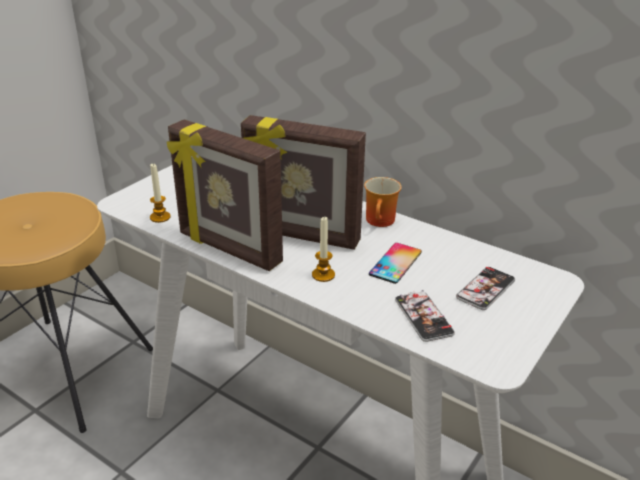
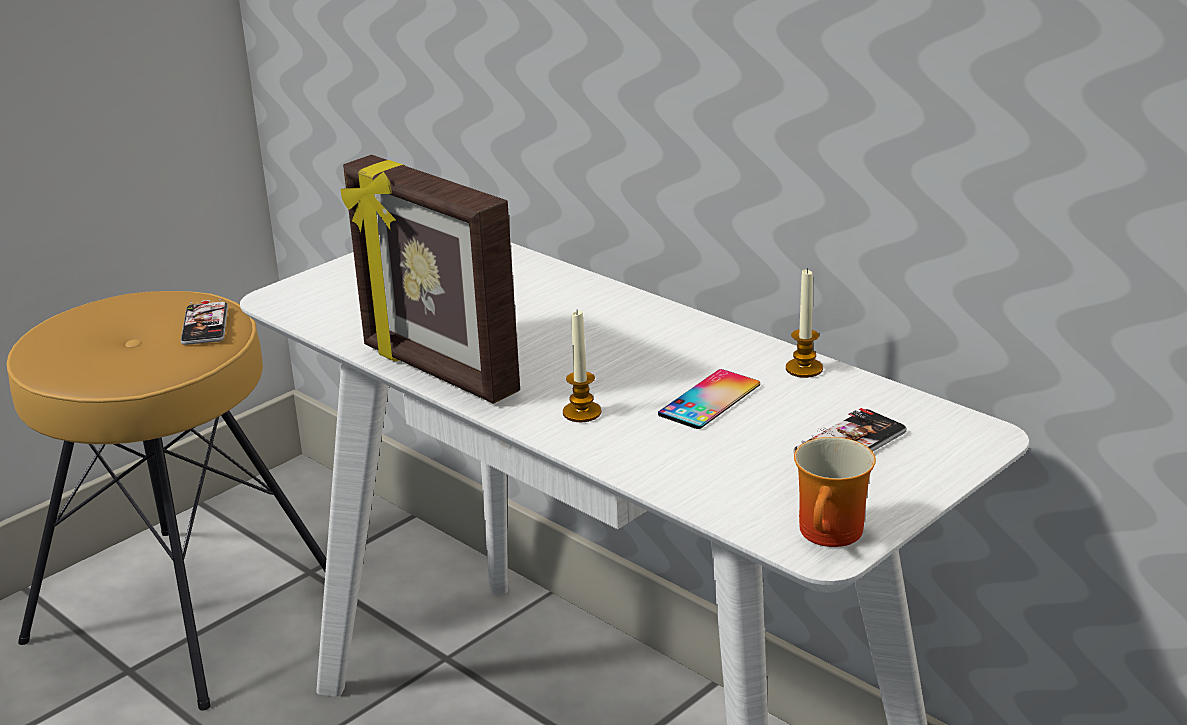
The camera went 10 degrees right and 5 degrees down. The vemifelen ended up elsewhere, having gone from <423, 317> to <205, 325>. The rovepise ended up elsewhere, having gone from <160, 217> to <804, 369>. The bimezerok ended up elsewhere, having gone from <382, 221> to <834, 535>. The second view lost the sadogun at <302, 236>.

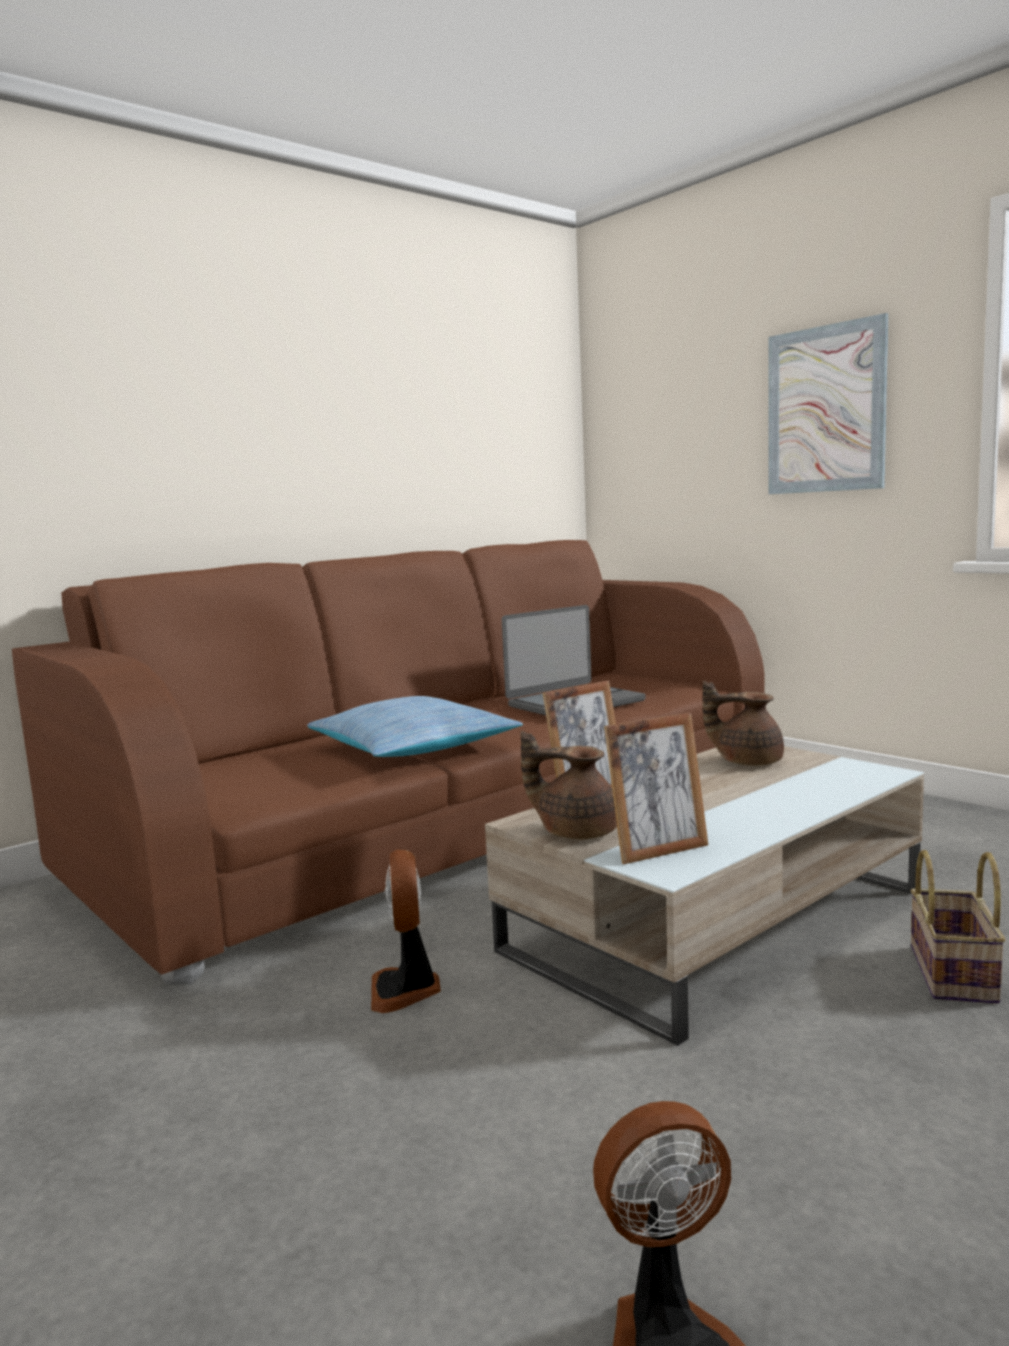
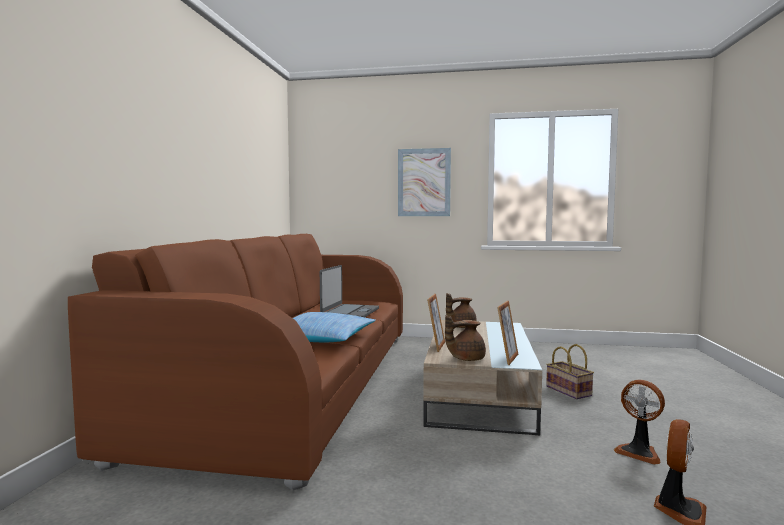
The camera went 40 degrees left and 5 degrees down. The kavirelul ended up elsewhere, having gone from <406, 990> to <639, 452>.

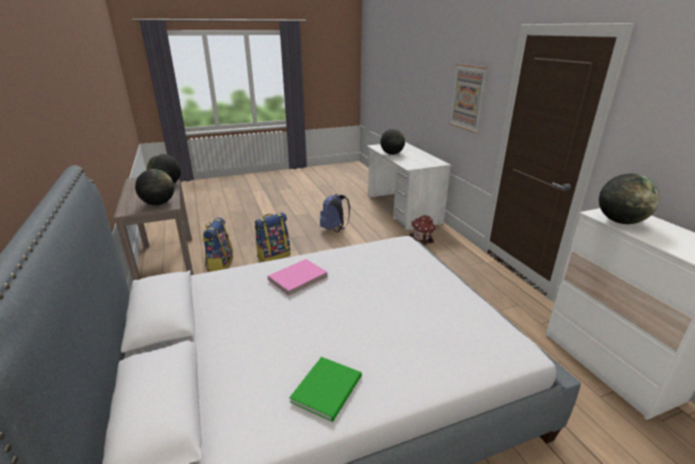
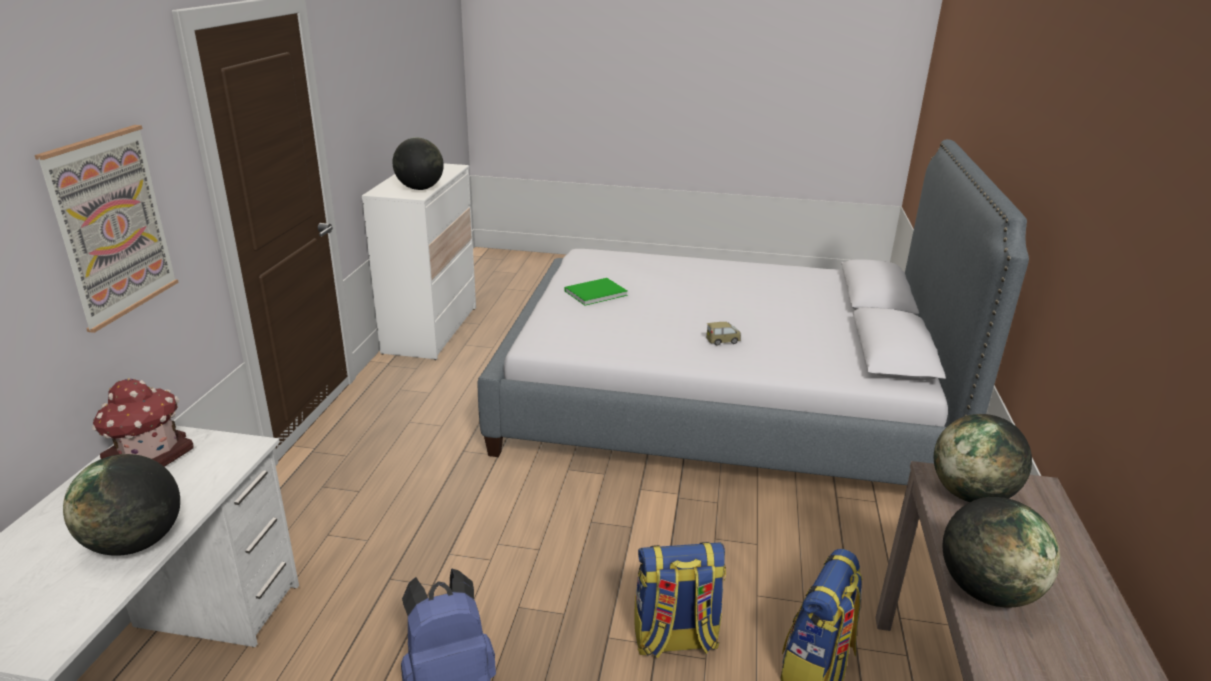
The camera went 150 degrees left and 0 degrees up. The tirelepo ended up elsewhere, having gone from <422, 239> to <148, 455>. The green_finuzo ended up elsewhere, having gone from <329, 388> to <593, 293>. Where the pink_finuzo stood at <298, 279>, the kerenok came to stand at <723, 341>.

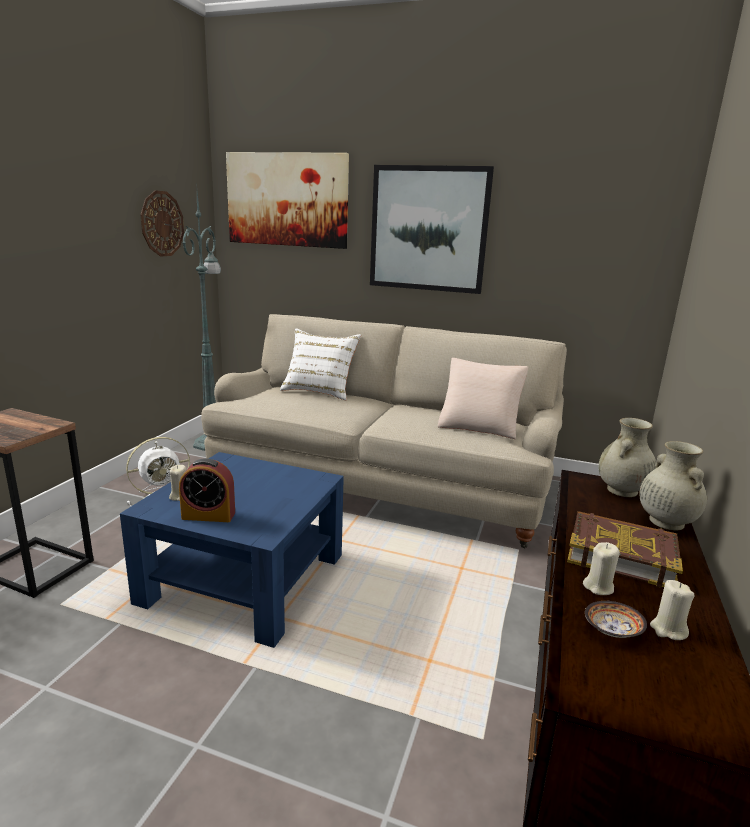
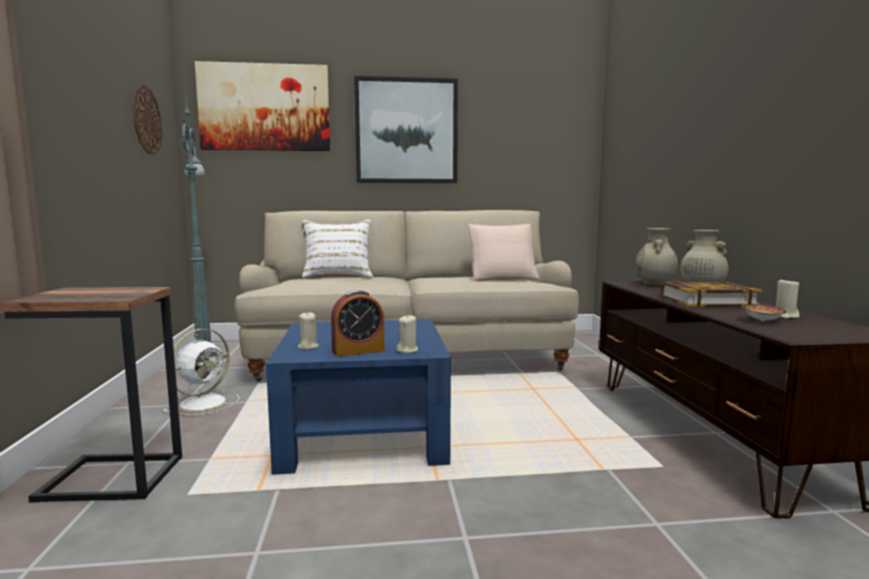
The camera went 25 degrees left and 10 degrees down. The beige_rovepise ended up elsewhere, having gone from <598, 587> to <407, 350>.

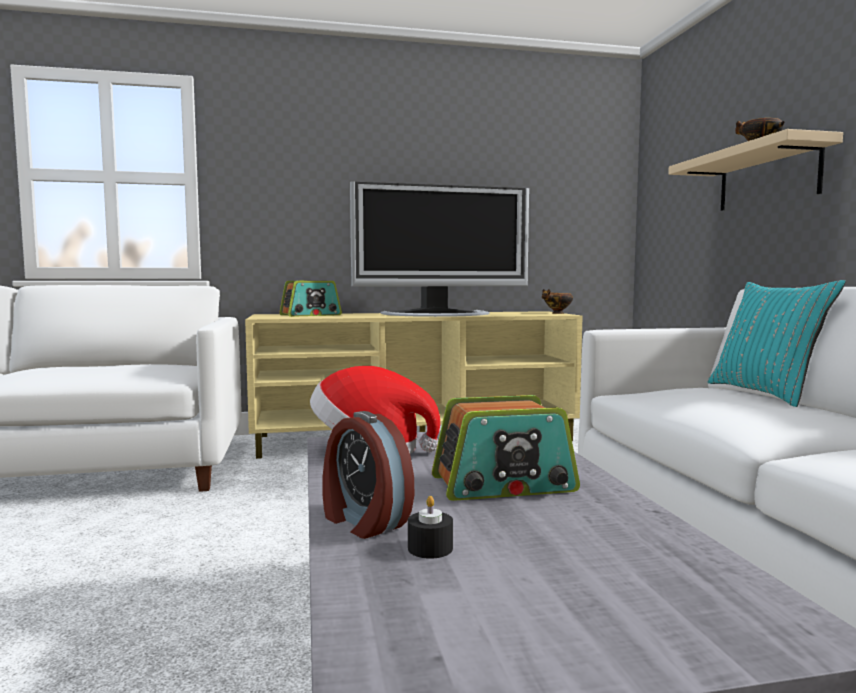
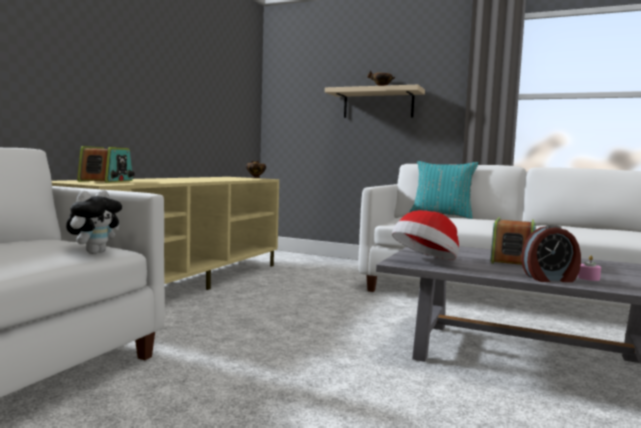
The camera went 55 degrees left and 0 degrees up. The second view gained the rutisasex at <95, 252>. What was the black_rovepise at <430, 548> turned into the pink_rovepise at <588, 278>. The second view lost the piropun at <439, 314>.

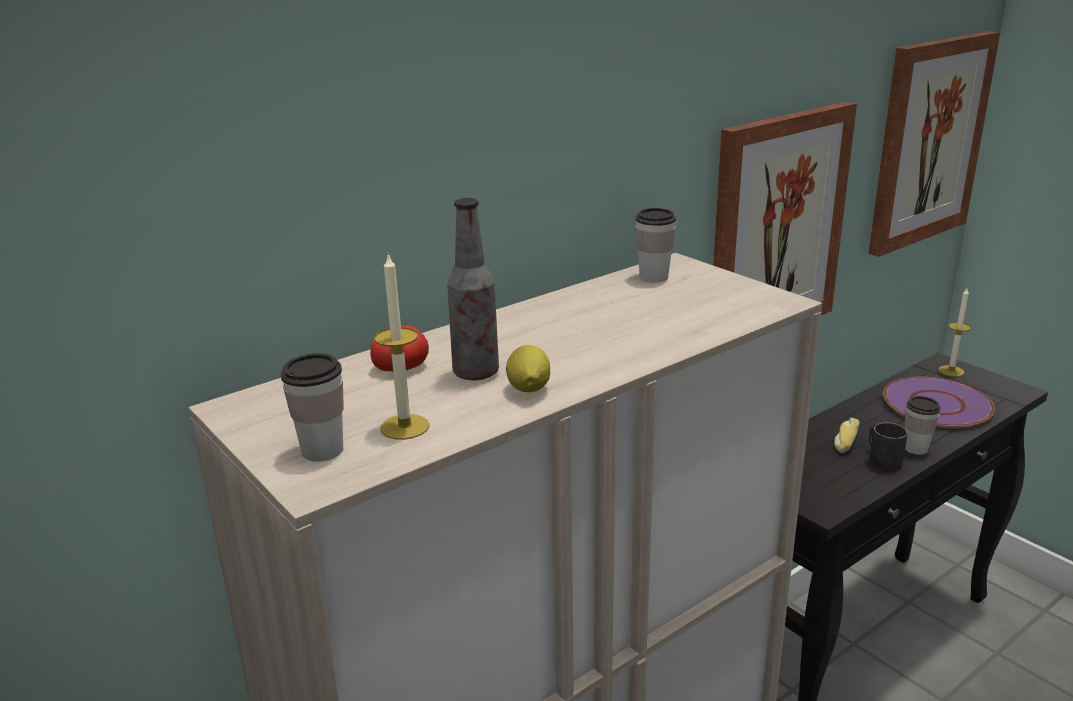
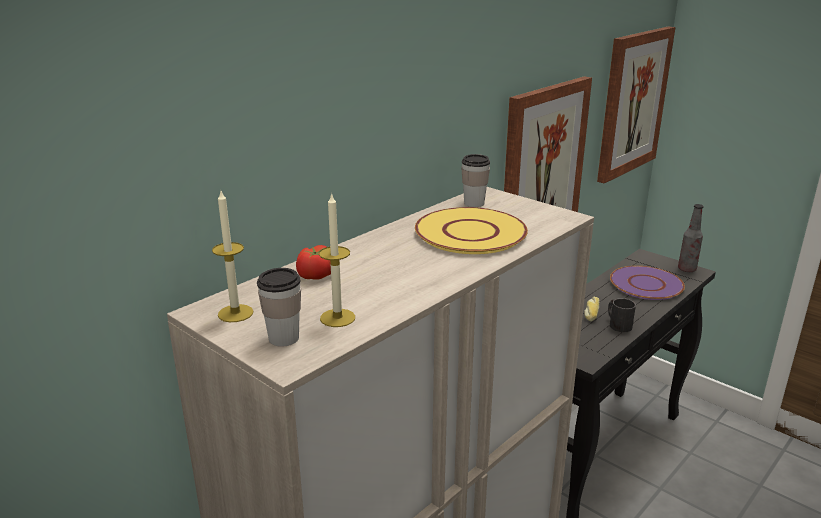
The camera went 10 degrees left and 0 degrees up. The rovepise ended up elsewhere, having gone from <951, 371> to <235, 313>. The second view gained the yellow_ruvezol at <470, 232>. The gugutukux ended up elsewhere, having gone from <476, 373> to <686, 269>. The second view lost the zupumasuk at <528, 390>. The second view lost the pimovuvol at <916, 448>.

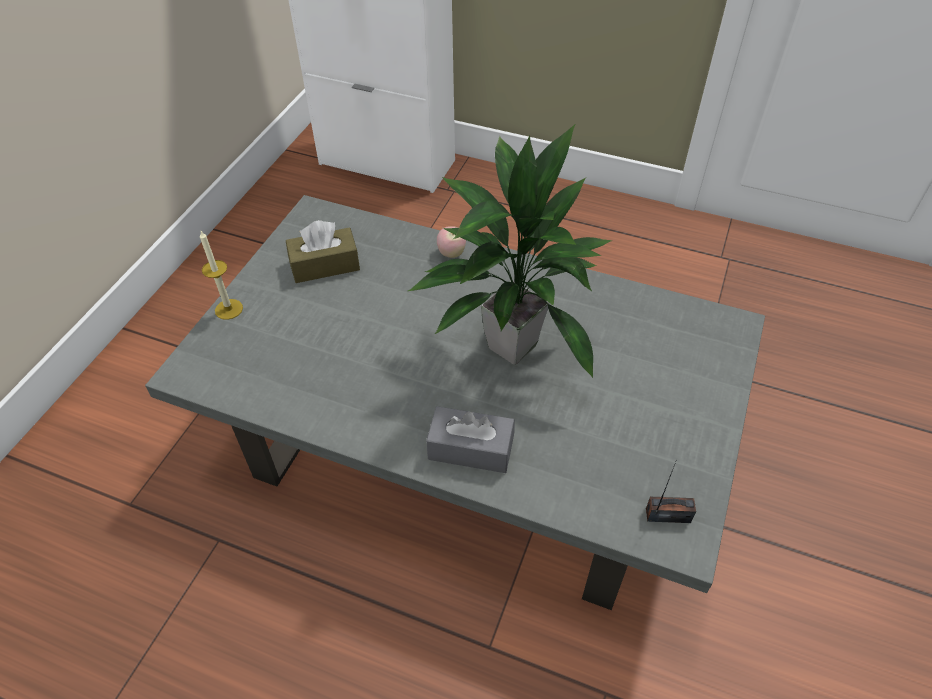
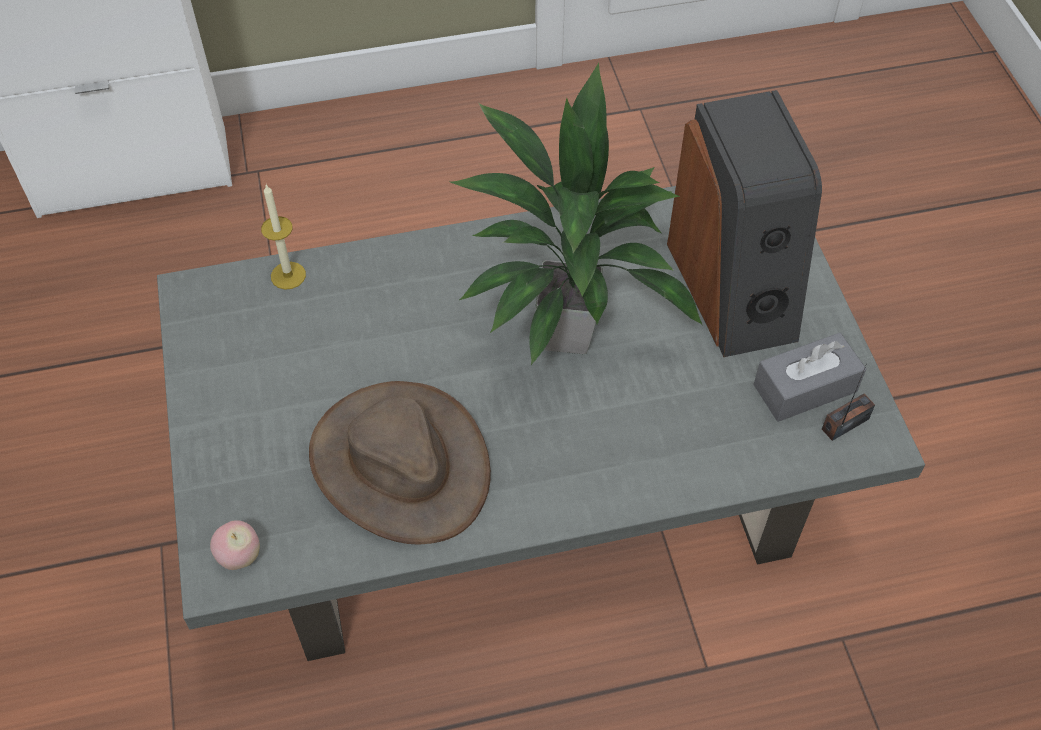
The camera went 35 degrees left and 5 degrees up. The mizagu ended up elsewhere, having gone from <451, 253> to <240, 557>. The rovepise ended up elsewhere, having gone from <229, 309> to <288, 275>. The second view gained the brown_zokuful at <399, 464>. The second view gained the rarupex at <734, 288>. The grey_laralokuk ended up elsewhere, having gone from <470, 449> to <805, 388>. The second view lost the brown_laralokuk at <325, 265>.

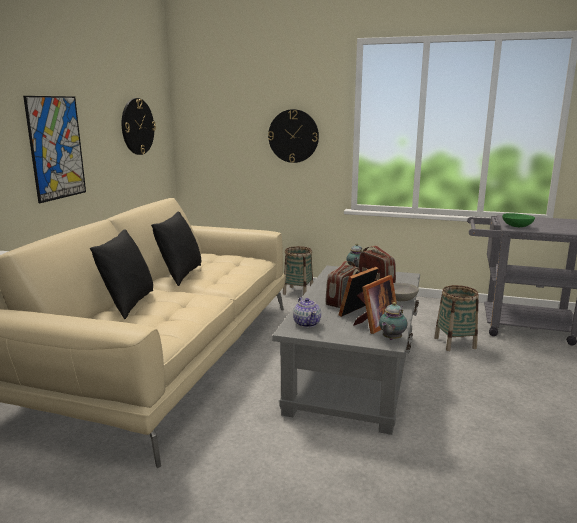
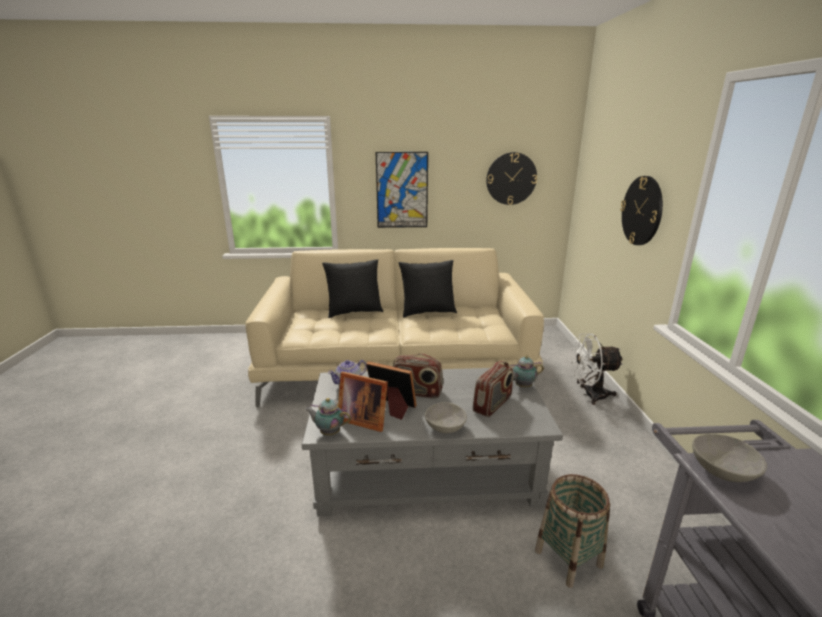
The camera went 70 degrees right and 5 degrees up. Where the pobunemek stood at <298, 292>, the white_kavirelul came to stand at <589, 395>. What was the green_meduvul at <516, 226> turned into the grey_meduvul at <722, 471>.

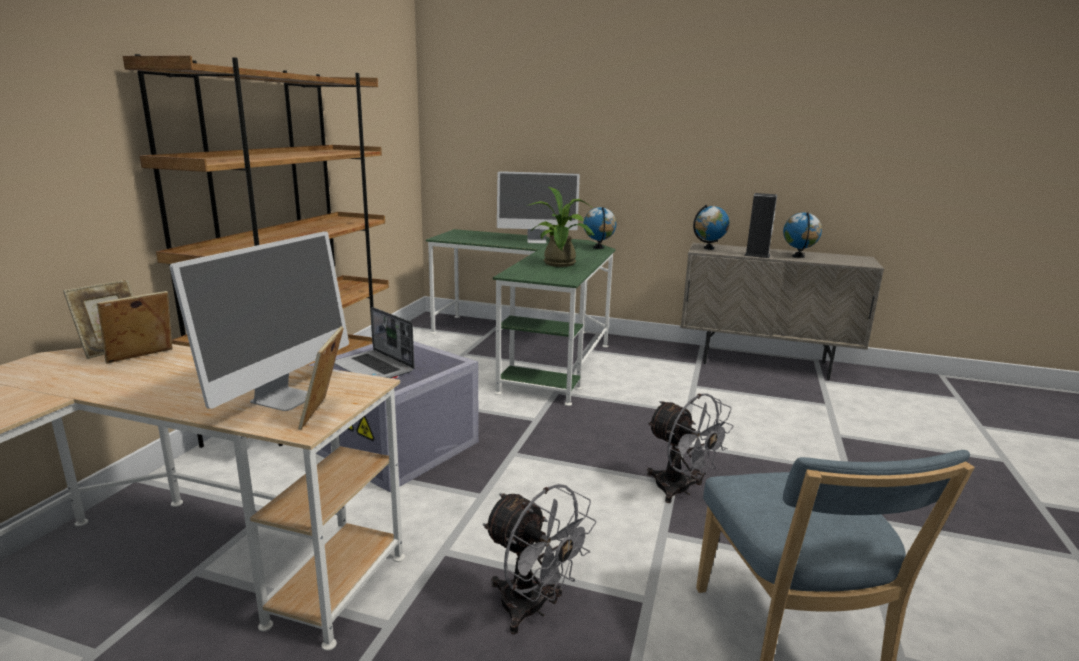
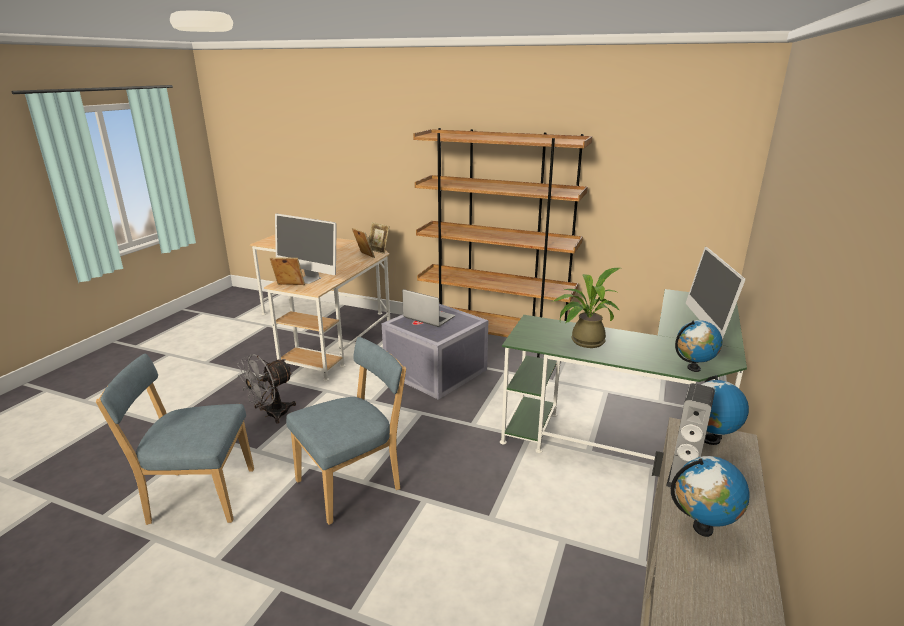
The camera went 95 degrees right and 5 degrees up. Where the grey_kavirelul stood at <680, 490>, the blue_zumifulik came to stand at <353, 483>. The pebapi at <374, 368> ended up facing another way, 75 degrees clockwise from before.

